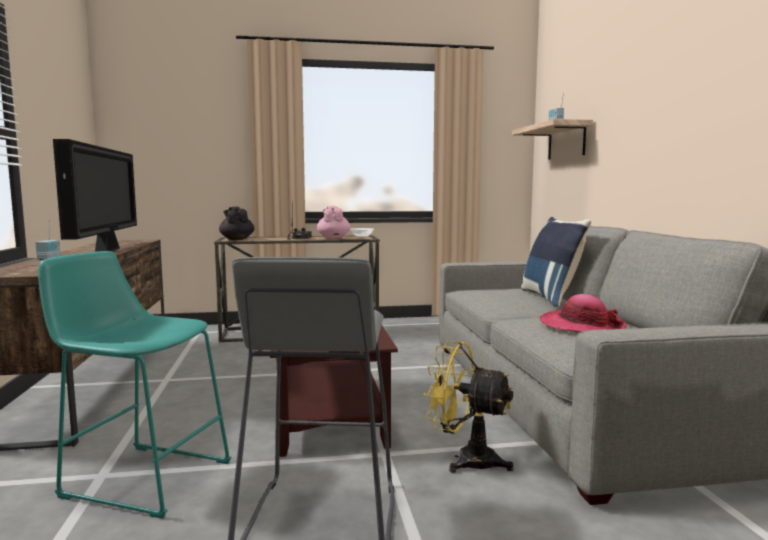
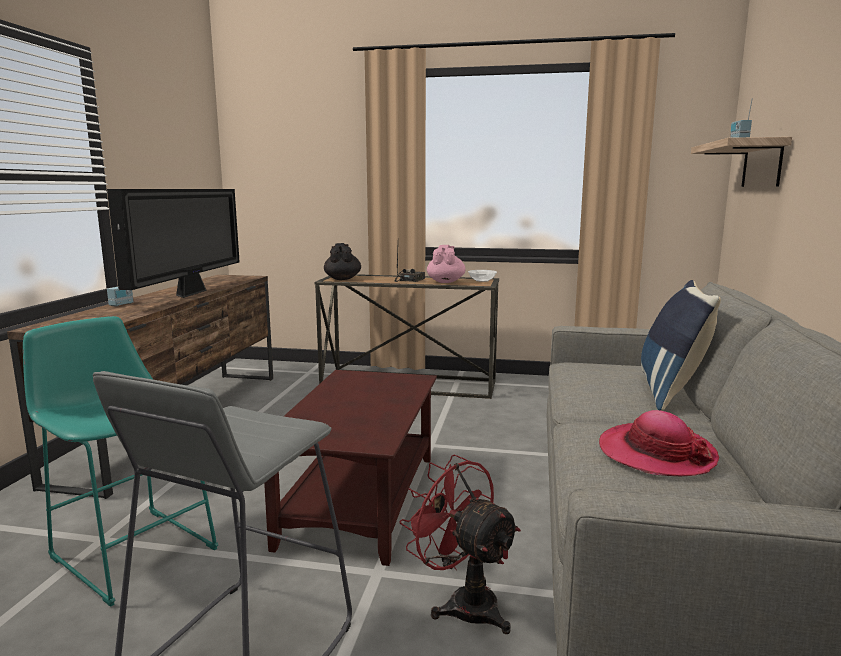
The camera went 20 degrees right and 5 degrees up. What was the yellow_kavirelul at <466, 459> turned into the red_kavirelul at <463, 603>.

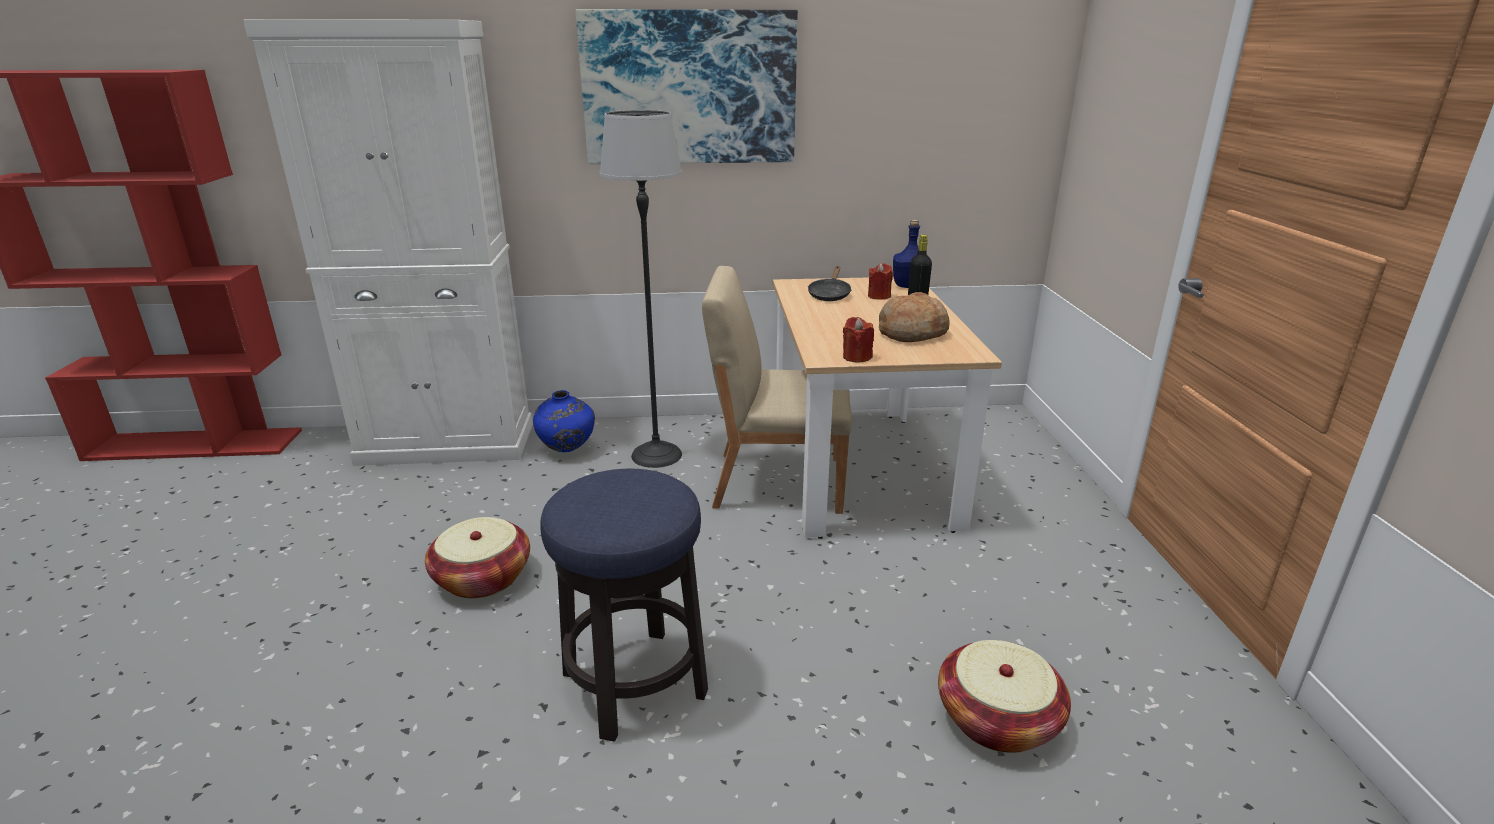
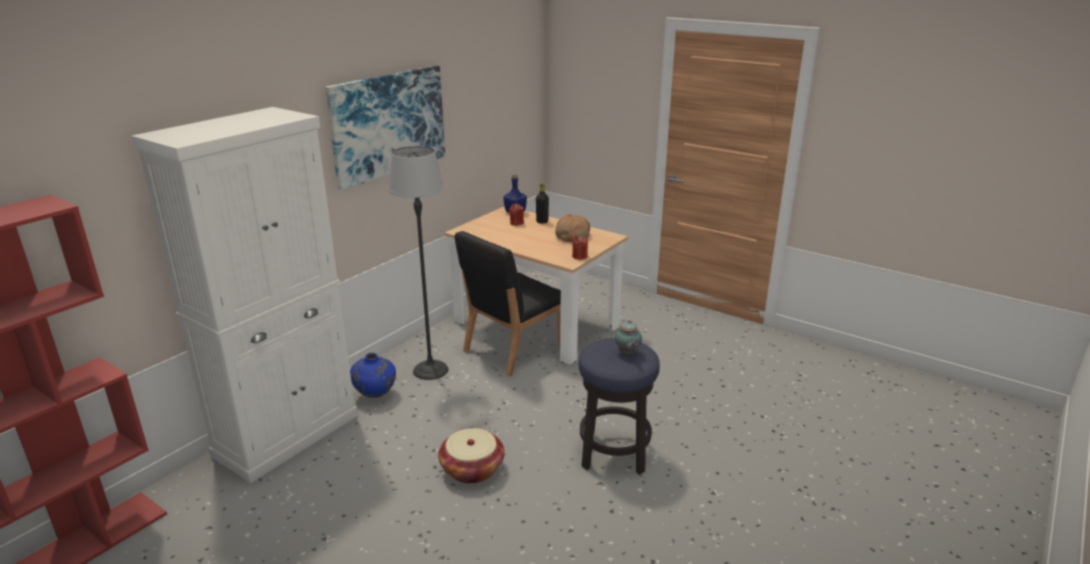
The camera went 50 degrees left and 0 degrees up. What was the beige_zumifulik at <777, 481> turned into the black_zumifulik at <512, 349>. The second view gained the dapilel at <627, 353>. The second view lost the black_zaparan at <829, 295>. The second view lost the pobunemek at <997, 720>.

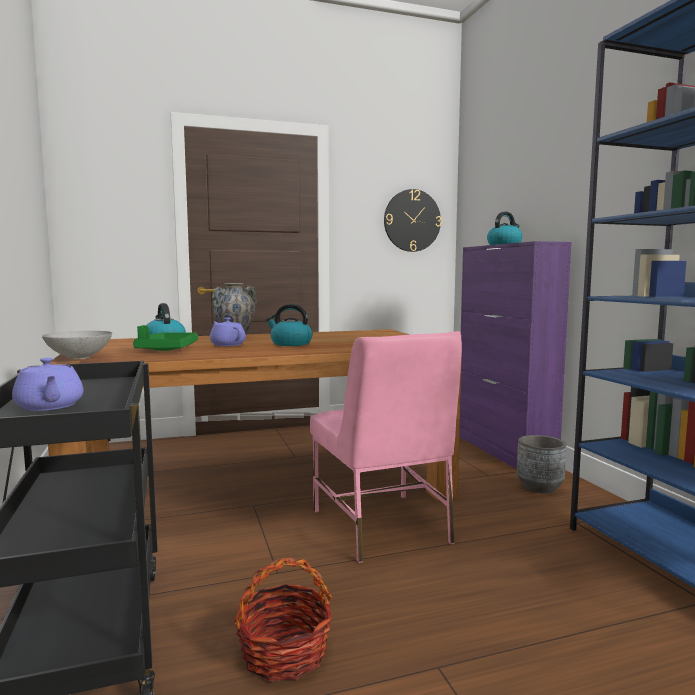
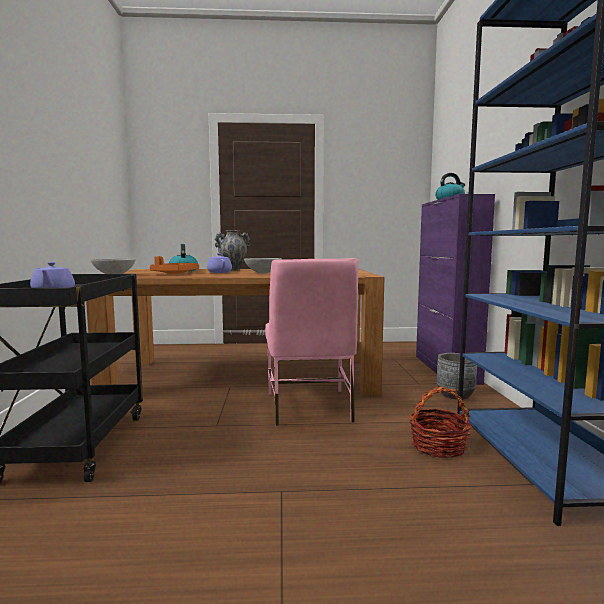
The camera went 15 degrees right and 0 degrees up. What was the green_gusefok at <167, 350> turned into the orange_gusefok at <175, 273>. Where the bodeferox stood at <290, 344>, the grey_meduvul came to stand at <262, 273>. The pobunemek ended up elsewhere, having gone from <284, 653> to <438, 446>. The second view lost the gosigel at <412, 220>.

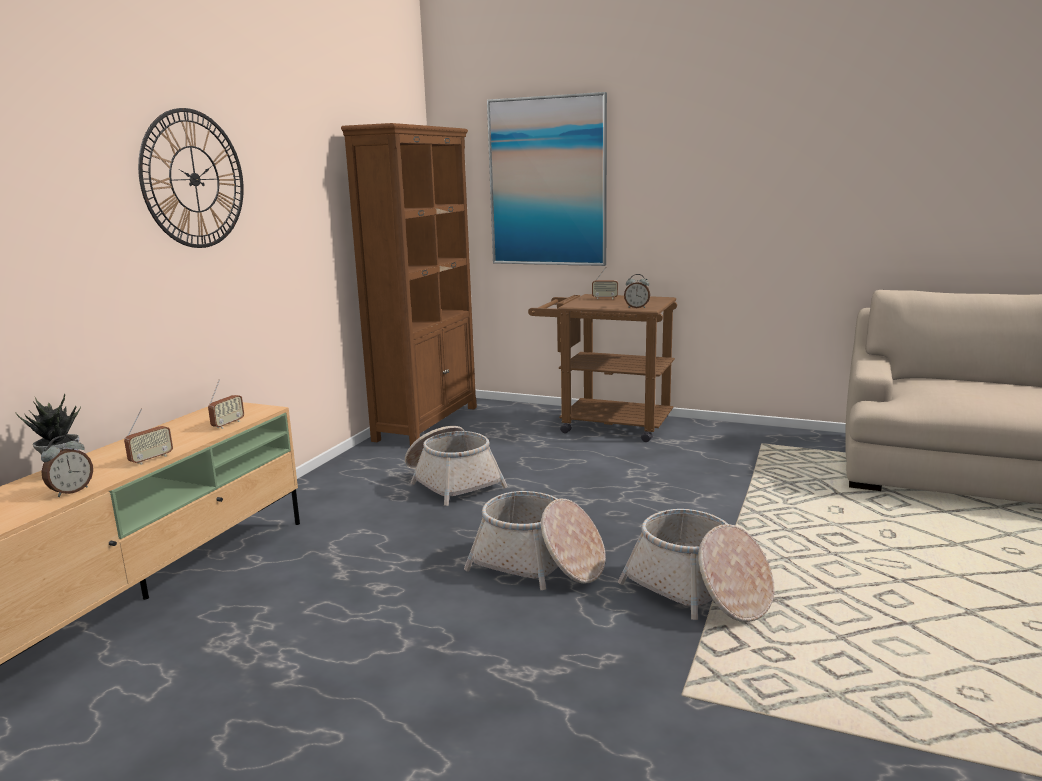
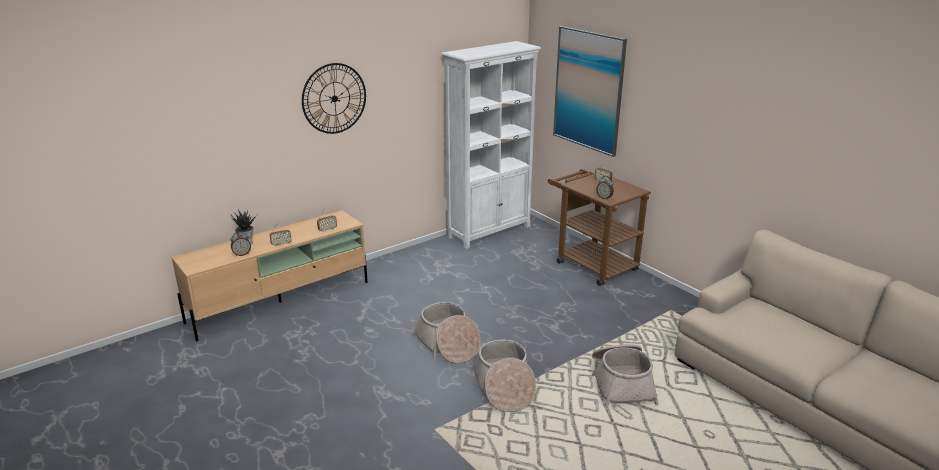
The camera went 30 degrees right and 10 degrees up. What was the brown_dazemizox at <427, 423> turned into the white_dazemizox at <489, 231>. The pobunemek ended up elsewhere, having gone from <452, 482> to <621, 383>.

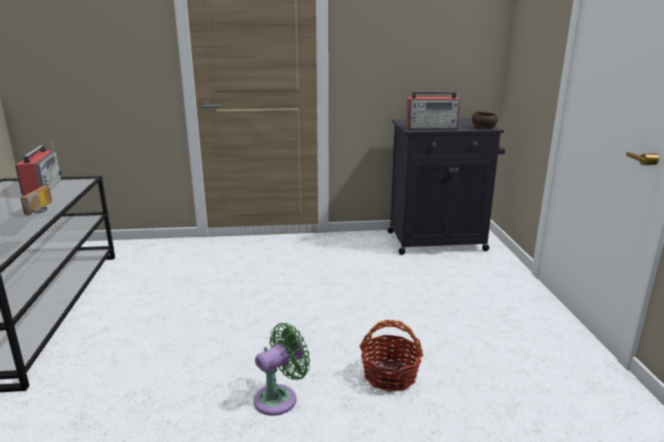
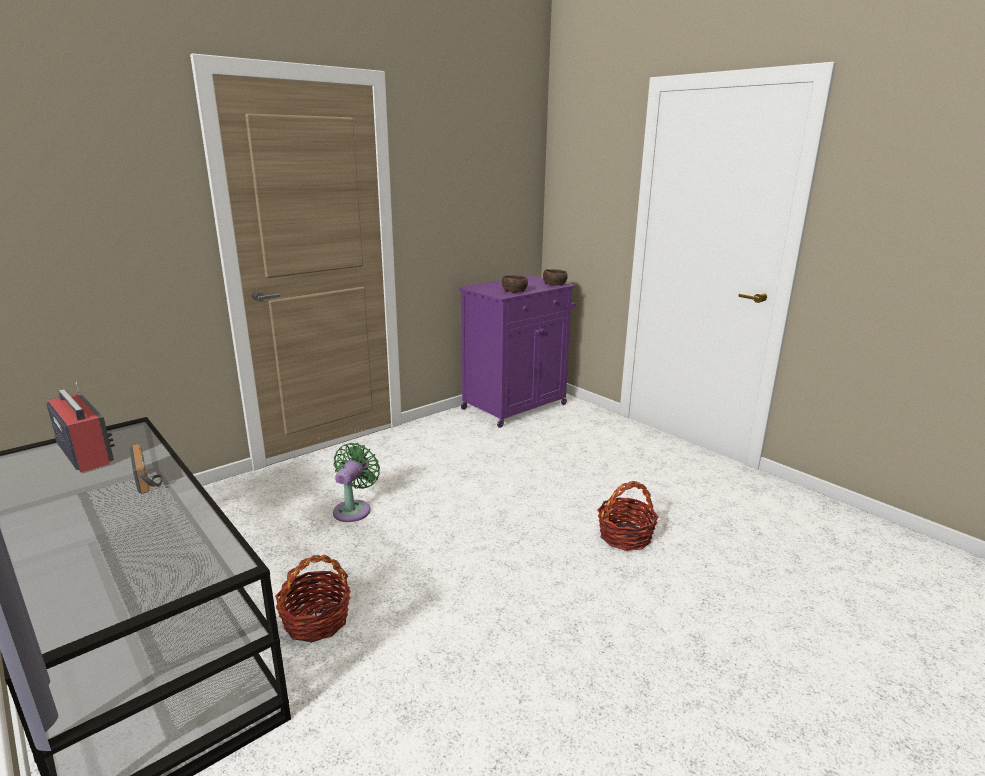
The camera went 35 degrees left and 0 degrees up. The second view gained the pobunemek at <316, 620>. The green_kavirelul ended up elsewhere, having gone from <279, 398> to <354, 509>. What was the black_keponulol at <438, 241> turned into the purple_keponulol at <516, 406>. Where the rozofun stood at <432, 127>, the brown_meduvul came to stand at <514, 291>.

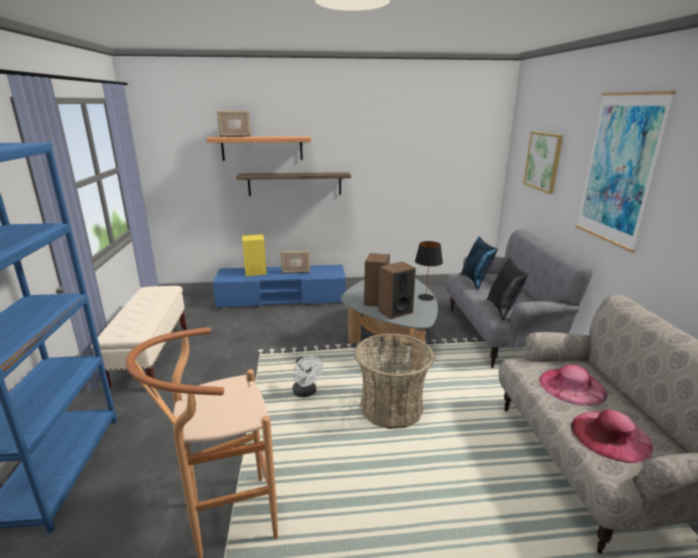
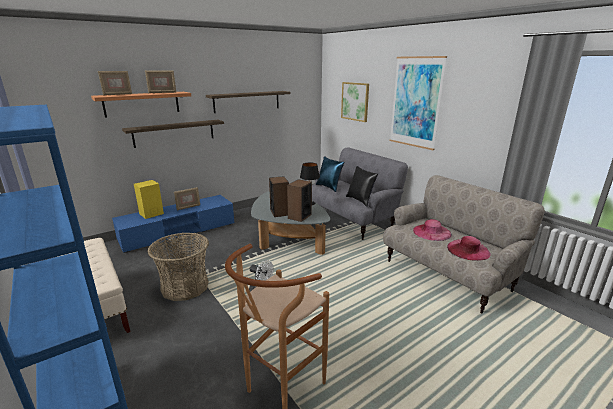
The camera went 30 degrees left and 0 degrees up. The second view gained the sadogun at <162, 93>. The pobunemek ended up elsewhere, having gone from <391, 408> to <185, 286>. The second view gained the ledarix at <247, 101>.

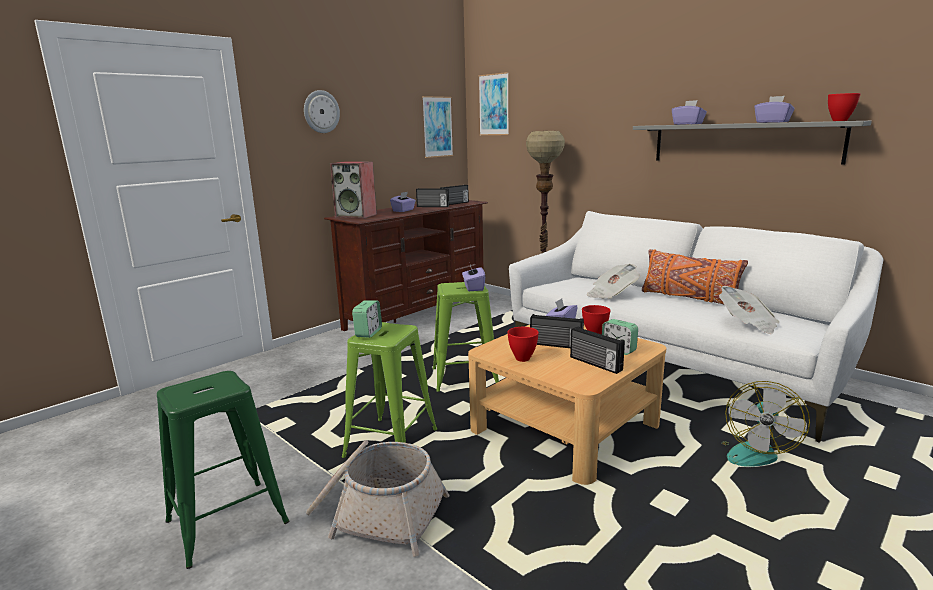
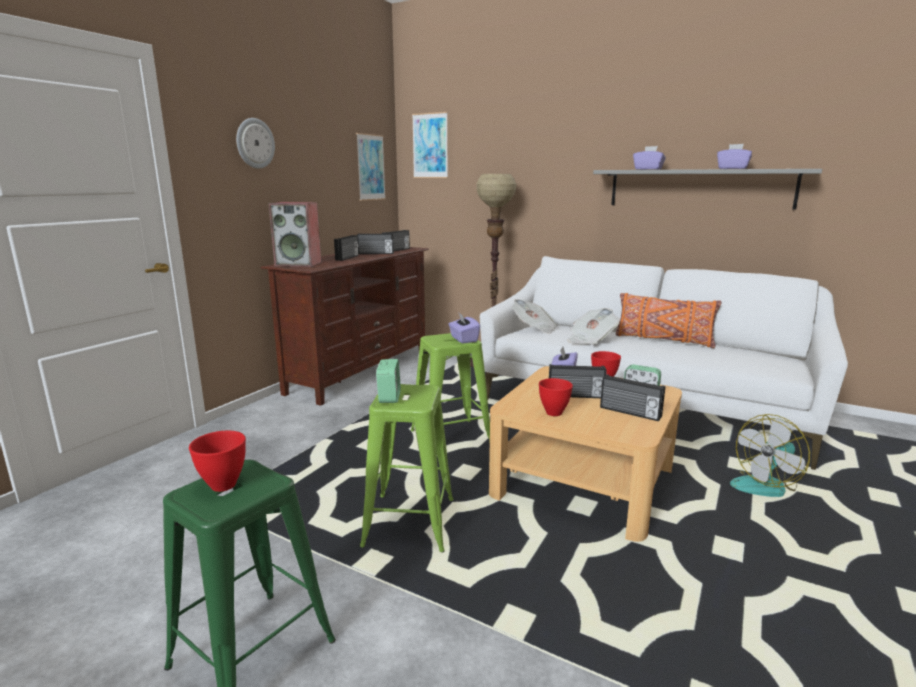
The camera went 15 degrees left and 0 degrees up. The red_meduvul ended up elsewhere, having gone from <840, 120> to <223, 486>. Where the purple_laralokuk stood at <403, 210>, the rozofun came to stand at <348, 258>. The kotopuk ended up elsewhere, having gone from <747, 324> to <534, 328>. The kavirelul at <751, 451> ended up facing another way, 45 degrees clockwise from before. The second view lost the pobunemek at <376, 513>.

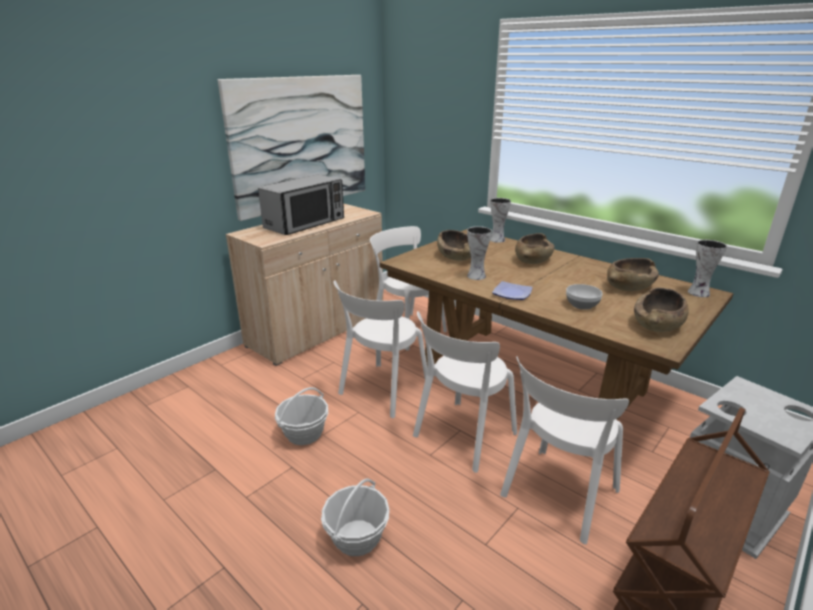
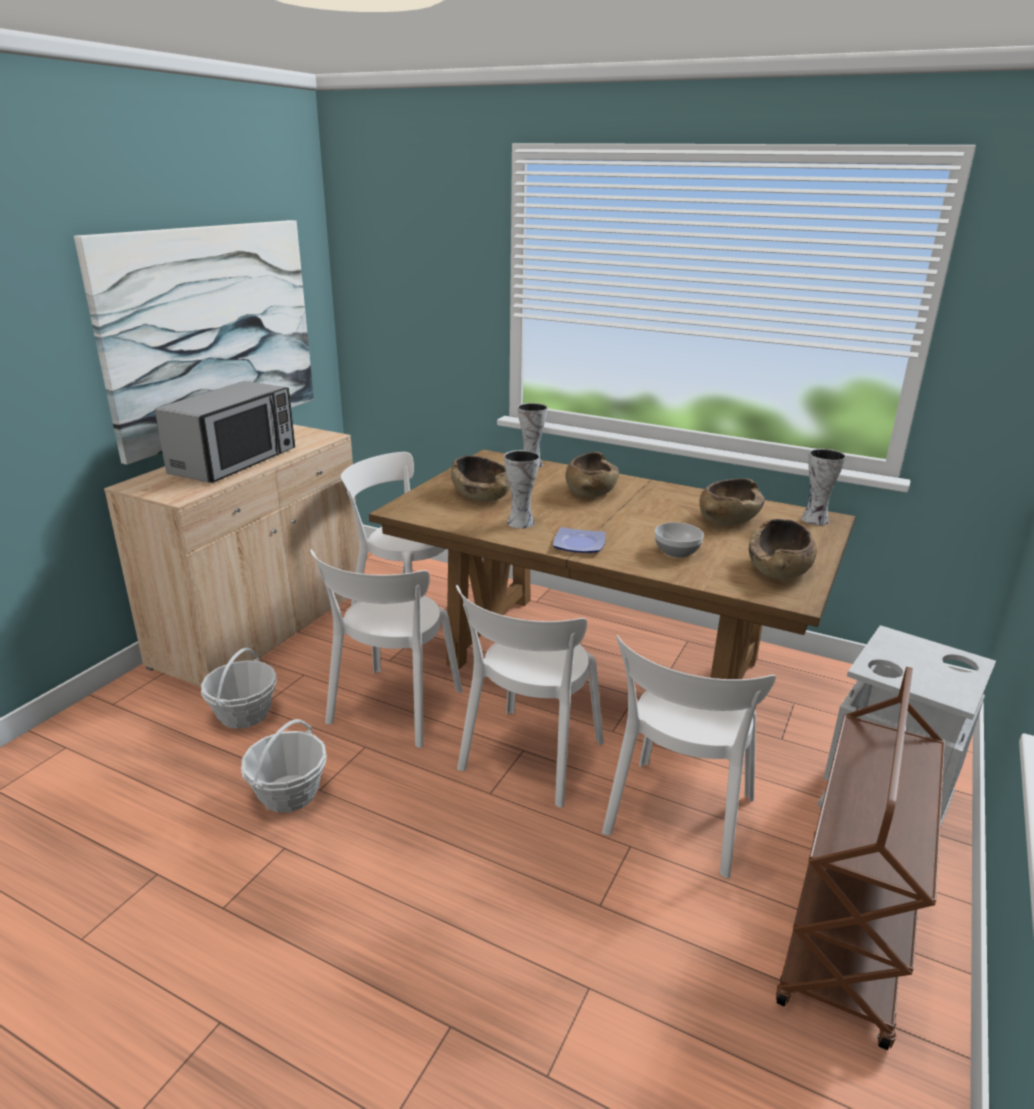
The camera went 15 degrees left and 0 degrees up. The pobunemek ended up elsewhere, having gone from <357, 538> to <244, 714>.

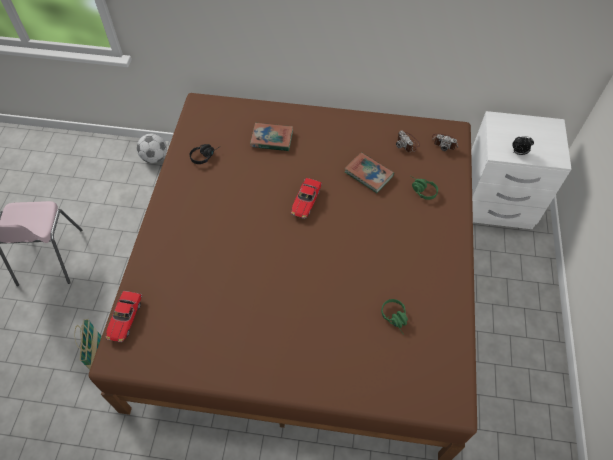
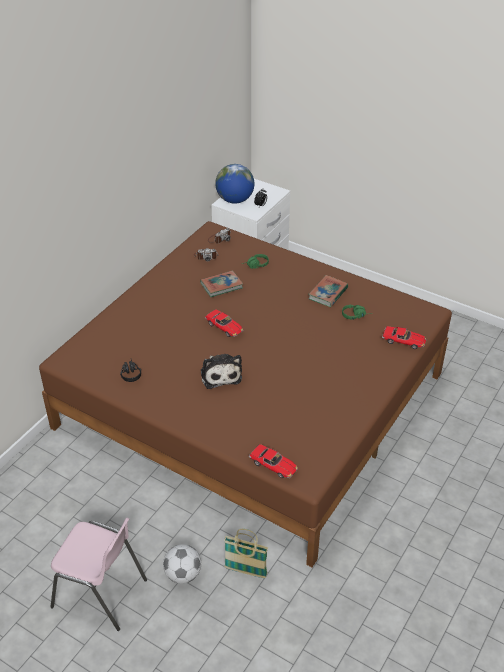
The camera went 65 degrees left and 15 degrees down. The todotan ended up elsewhere, having gone from <155, 157> to <183, 574>. The second view gained the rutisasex at <220, 374>. The second view gained the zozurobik at <235, 200>. The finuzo ended up elsewhere, having gone from <271, 139> to <328, 293>. The second view gained the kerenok at <403, 341>.

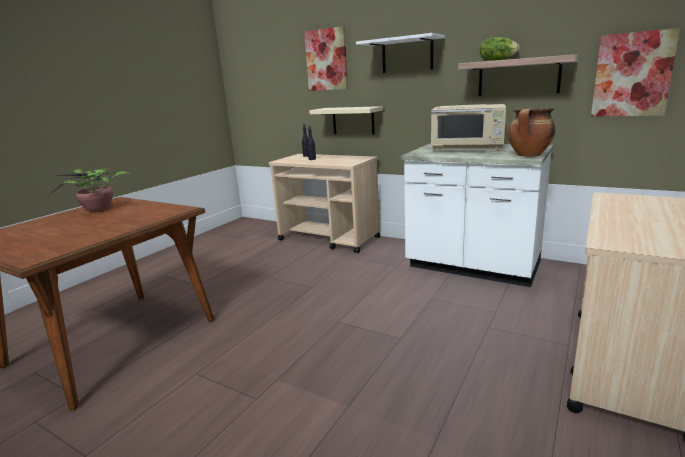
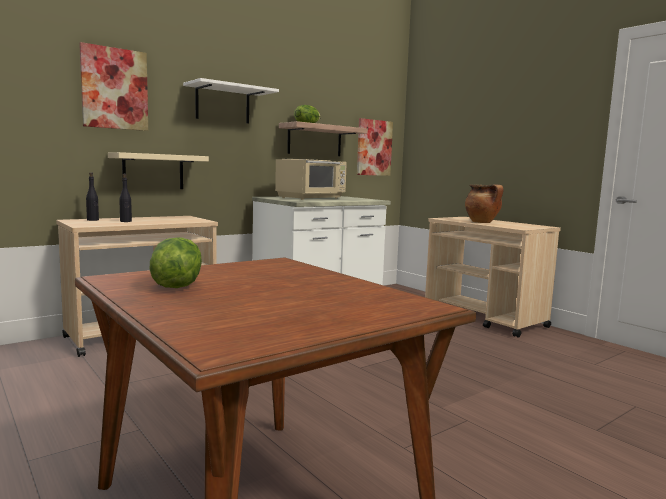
The camera went 70 degrees left and 10 degrees down. Where the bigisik stood at <97, 210>, the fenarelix came to stand at <176, 285>. The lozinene ended up elsewhere, having gone from <529, 155> to <482, 222>.

